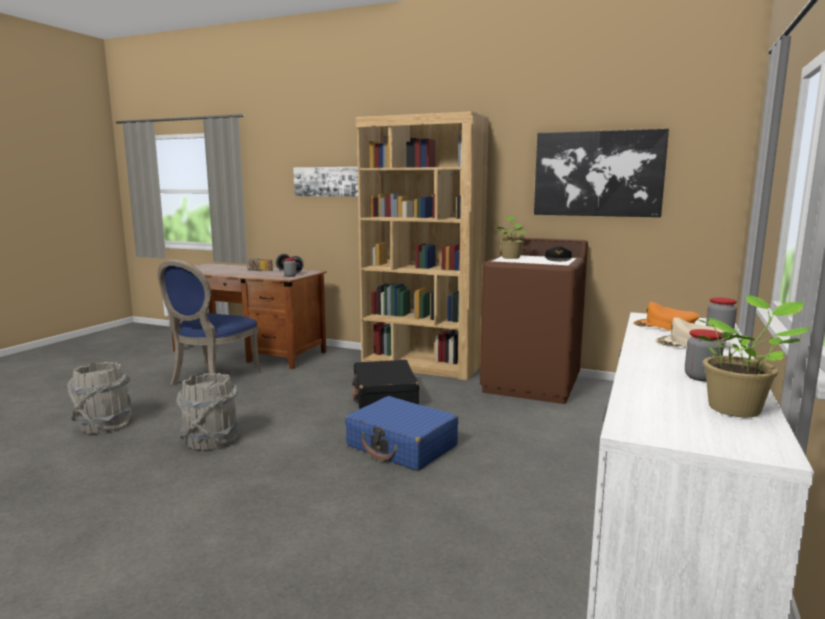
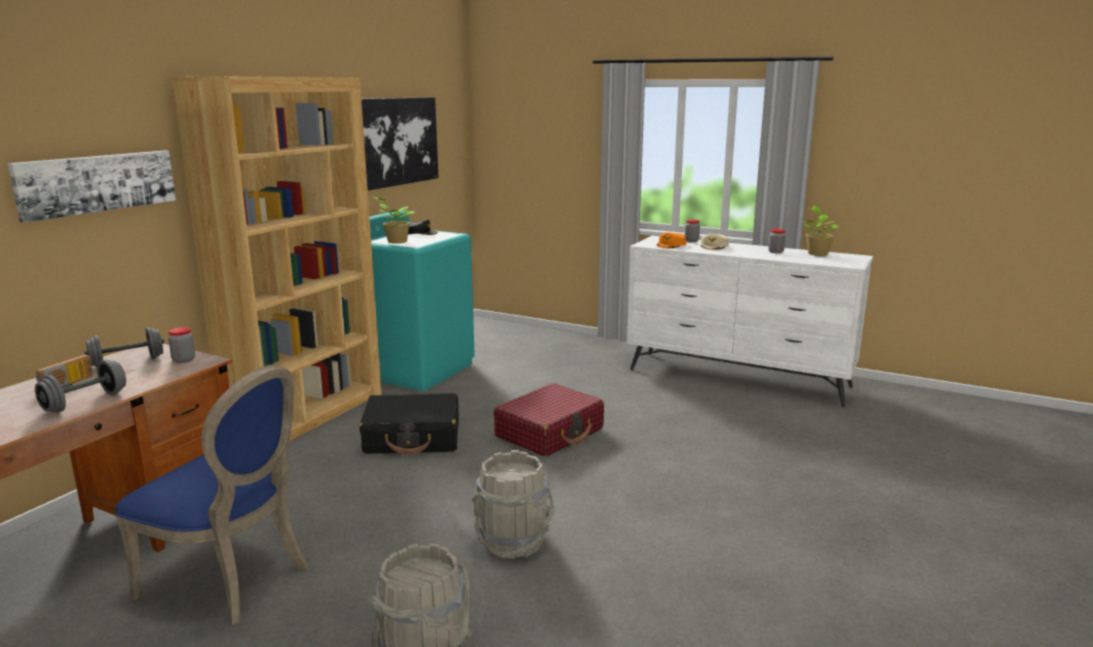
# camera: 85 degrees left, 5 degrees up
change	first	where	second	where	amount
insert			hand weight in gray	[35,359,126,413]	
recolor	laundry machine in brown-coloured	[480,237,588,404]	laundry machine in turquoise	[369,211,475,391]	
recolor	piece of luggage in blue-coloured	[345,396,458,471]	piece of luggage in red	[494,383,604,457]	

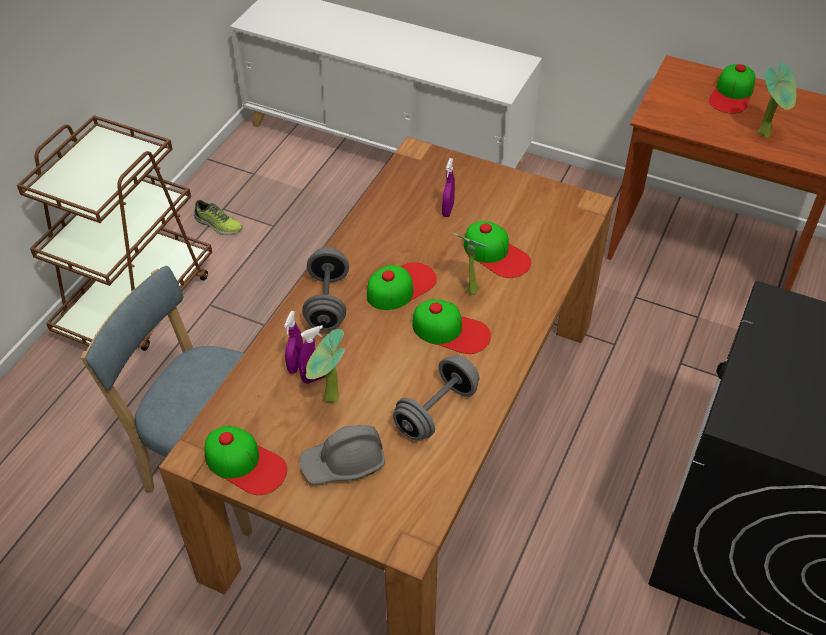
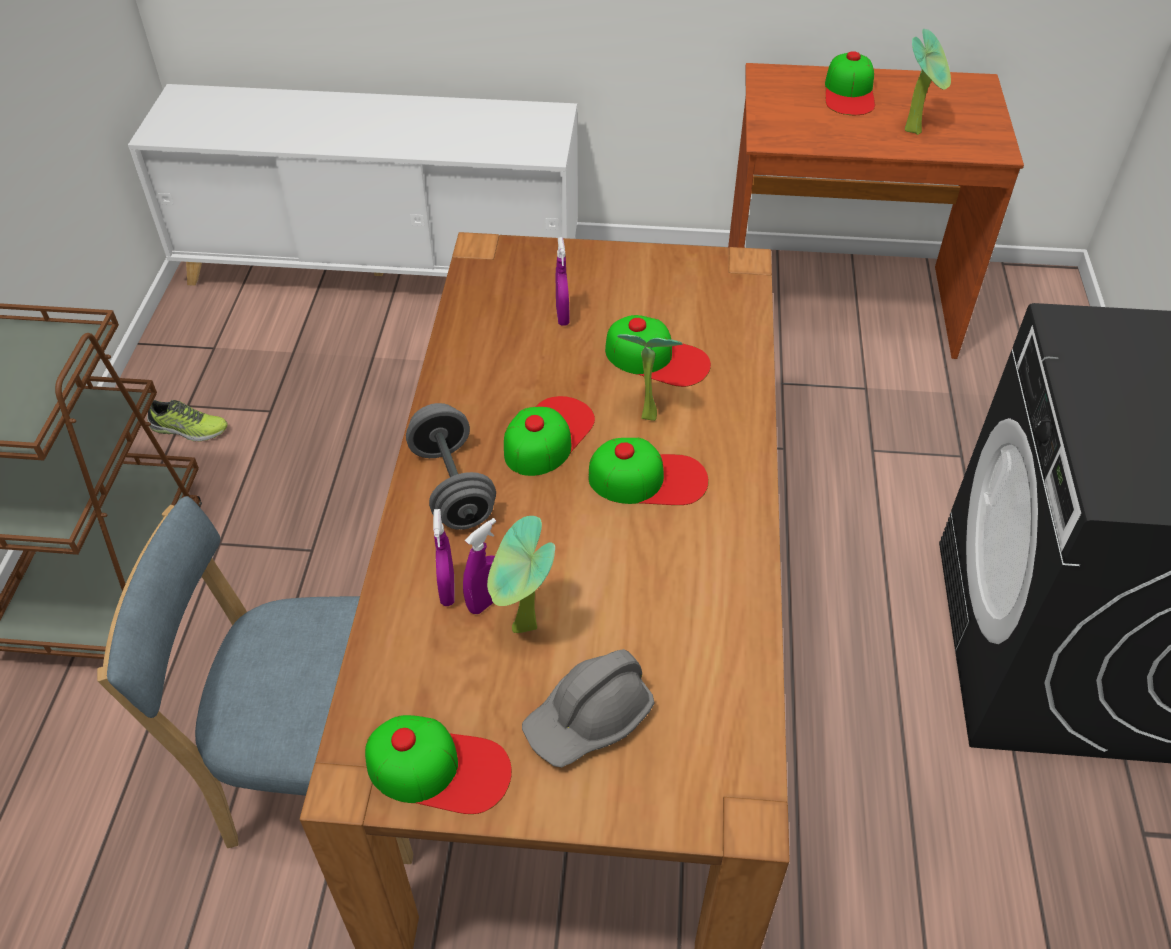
# camera: 20 degrees left, 0 degrees up
change	first	where	second	where	amount
delete	hand weight in gray	[393,355,479,441]			

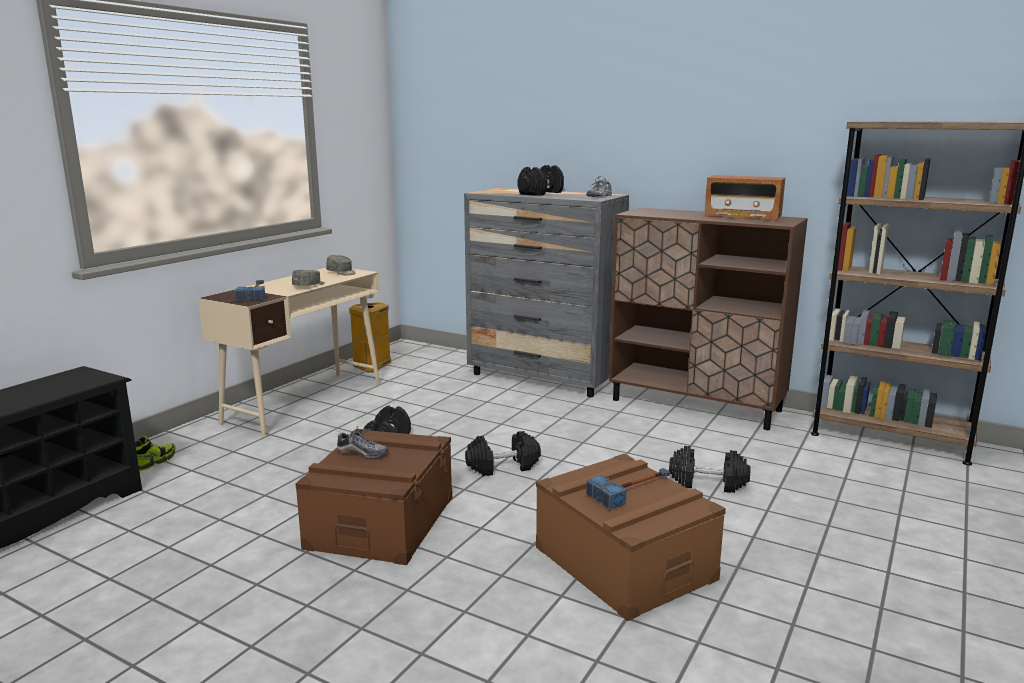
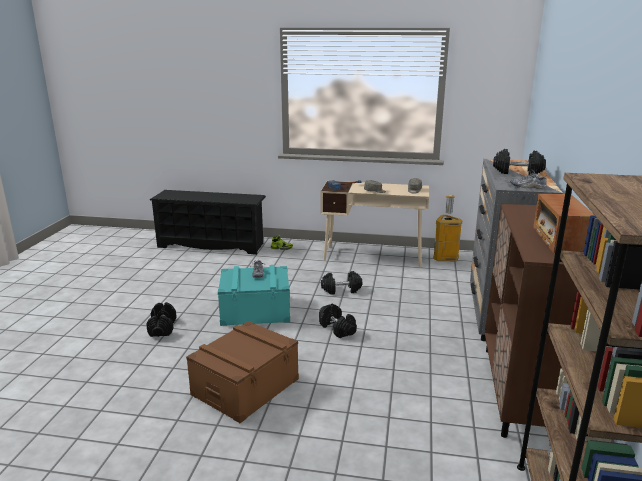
# camera: 70 degrees right, 5 degrees up
change	first	where	second	where	amount
move	hand weight in black-coloured	[669,446,750,493]		[146,302,177,337]	
recolor	storage bin in brown-coloured	[295,429,452,565]	storage bin in turquoise	[218,265,290,326]	
delete	hammer	[586,468,670,509]			

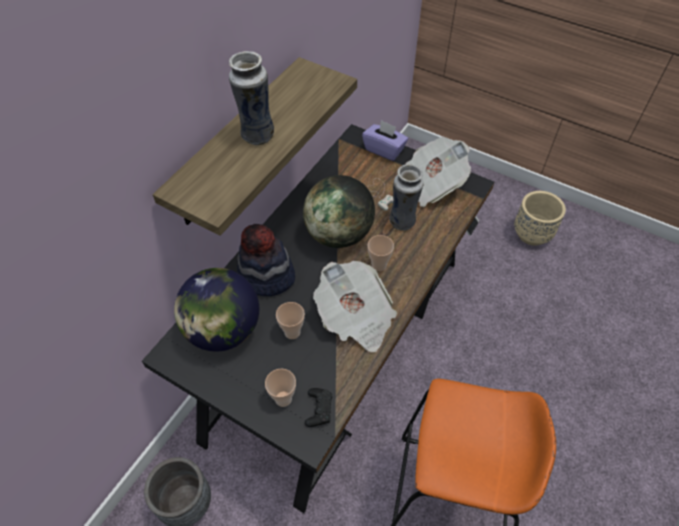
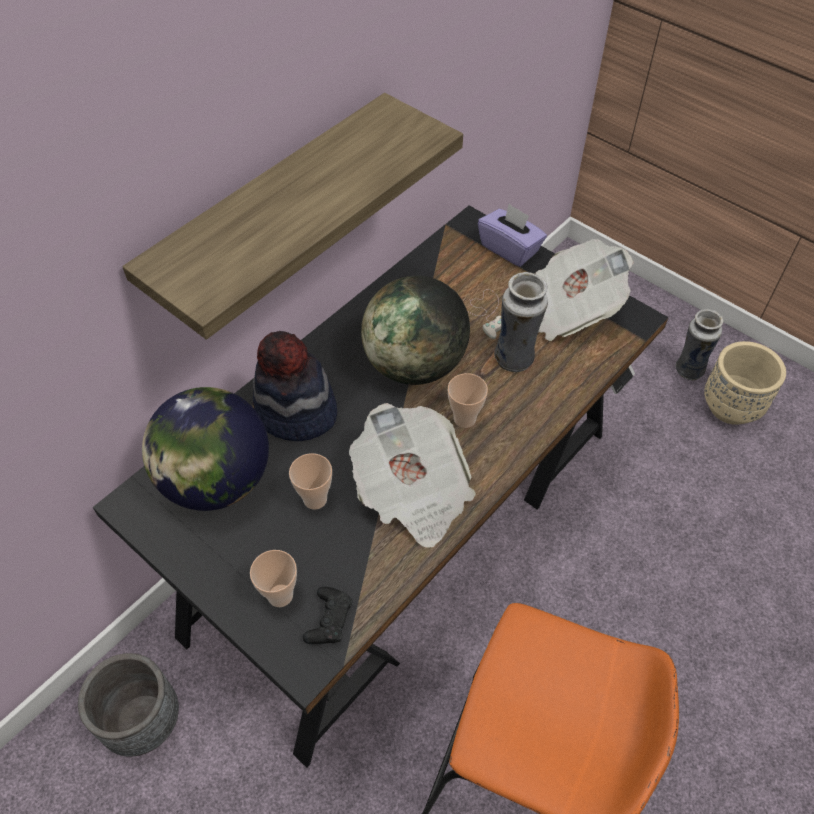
# camera: 10 degrees right, 0 degrees up
change	first	where	second	where	amount
move	decorative vase	[229,51,274,145]		[675,309,724,380]	

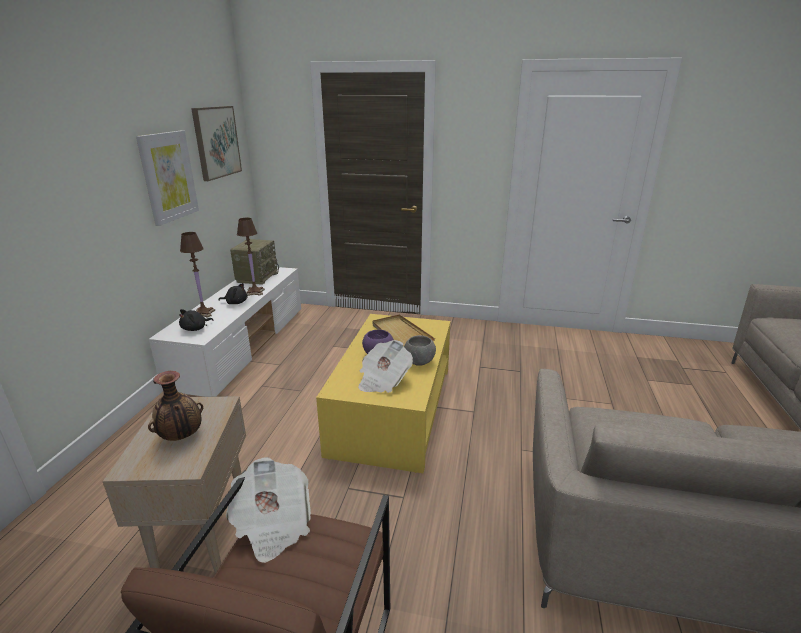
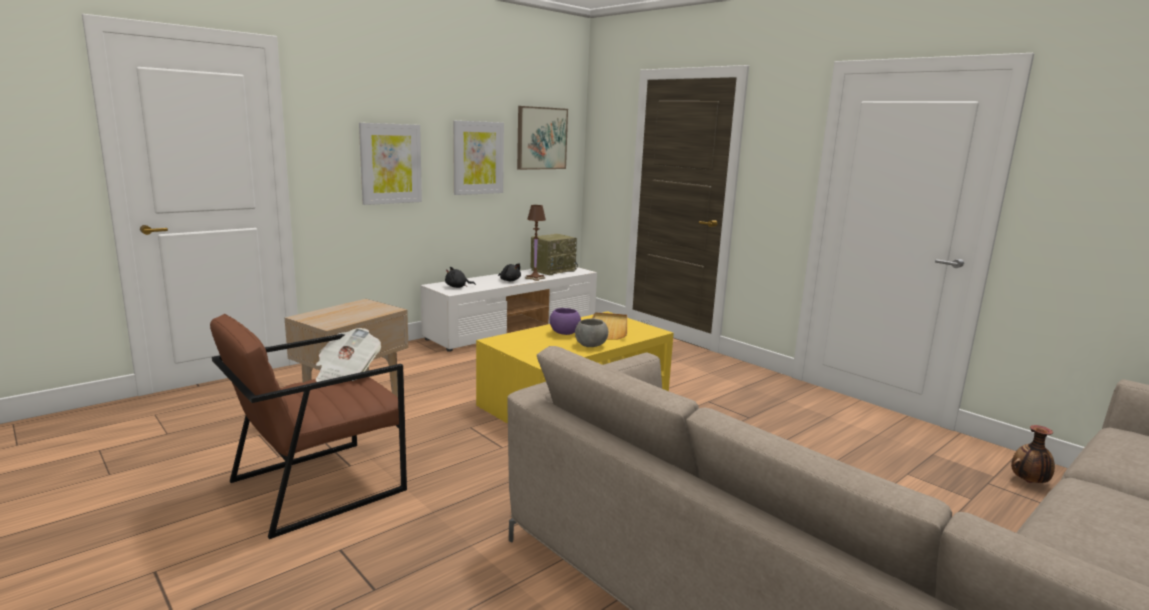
# camera: 35 degrees right, 10 degrees down
change	first	where	second	where	amount
insert			picture	[359,123,422,205]	
move	decorative vase	[148,371,203,441]		[1011,425,1055,483]	
delete	tabletop lamp in brown-coloured	[180,232,215,318]			
delete	newspaper	[358,340,413,393]			

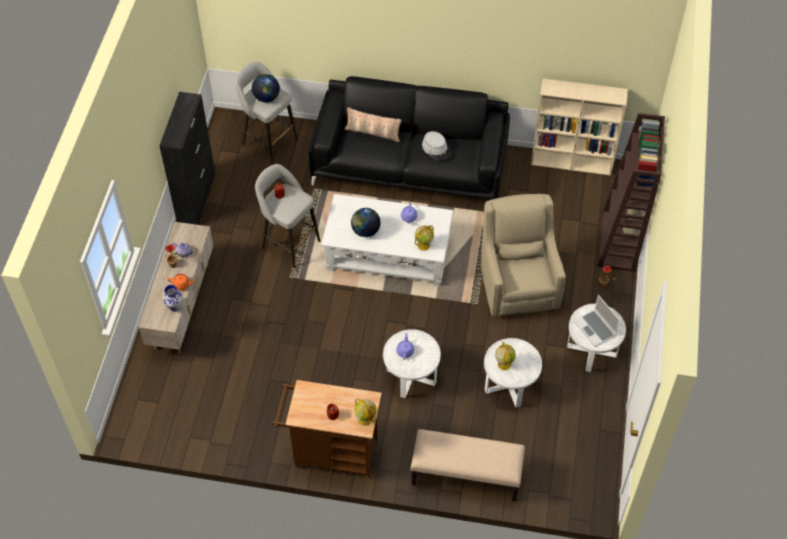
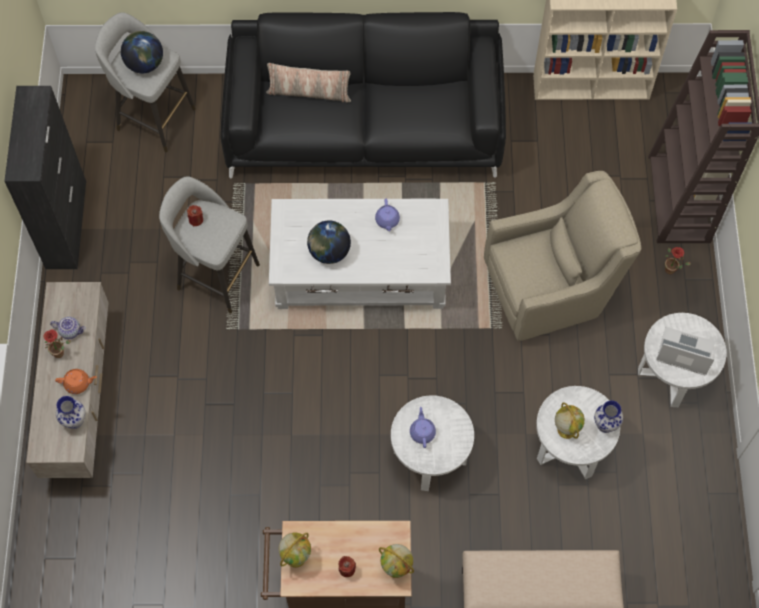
# camera: 10 degrees left, 10 degrees up
change	first	where	second	where	amount
move	world globe	[415,225,434,251]		[278,532,311,568]	
rotate	armchair in beige	[481,194,566,316]		[484,171,641,341]	90 degrees clockwise
insert			decorative vase	[594,400,623,433]	
rotate	portable computer	[574,295,620,347]		[656,327,715,376]	150 degrees clockwise
delete	wearable hat in gray	[422,131,452,160]			

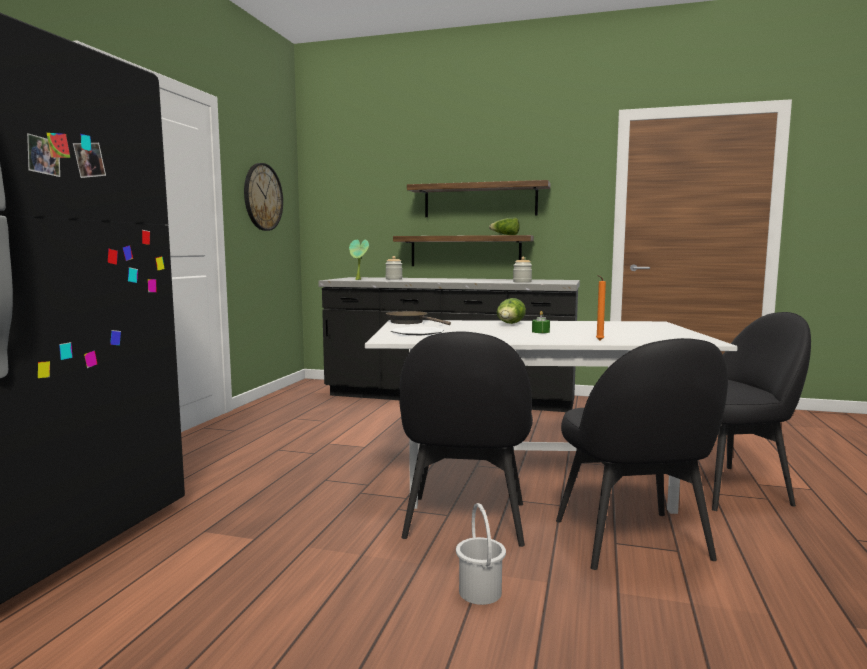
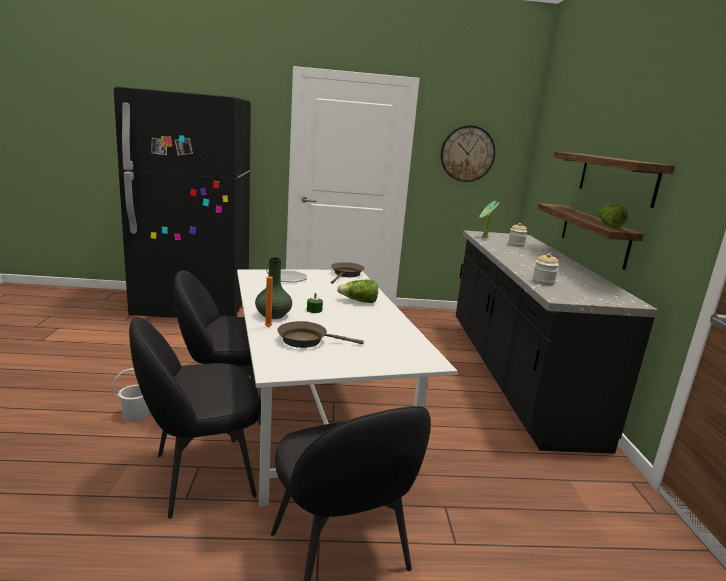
# camera: 70 degrees right, 10 degrees up
change	first	where	second	where	amount
insert			decorative vase in green	[255,257,292,319]	
insert			skillet in brown-coloured	[277,321,364,348]	

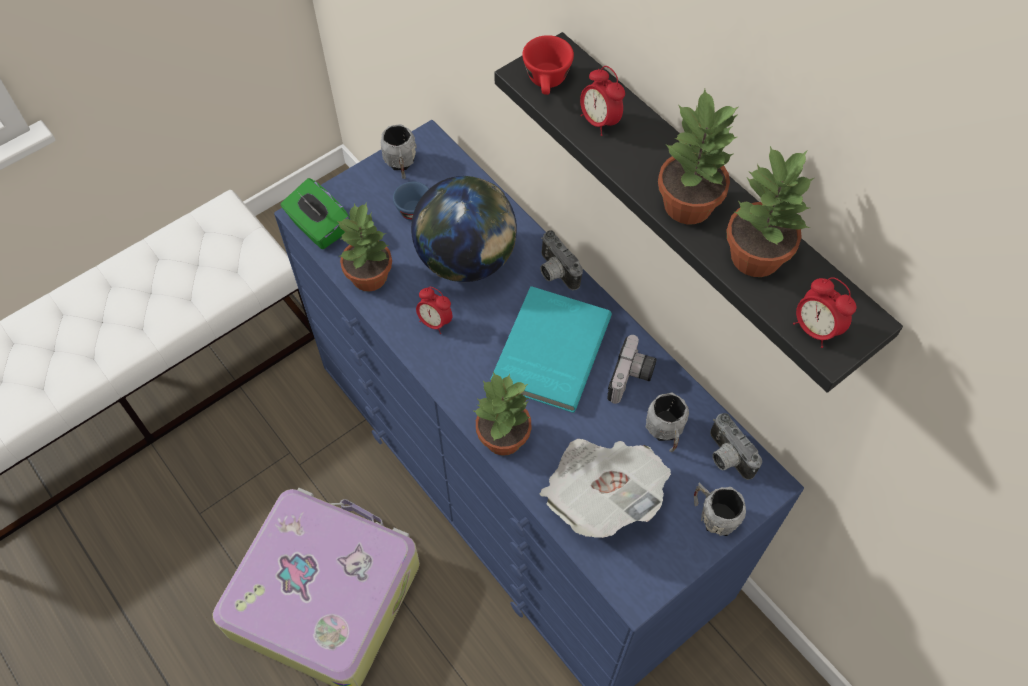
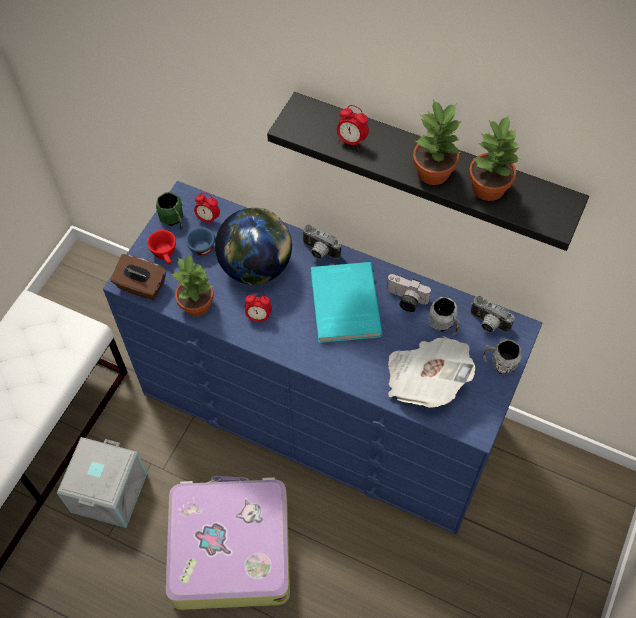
# camera: 25 degrees left, 0 degrees up
change	first	where	second	where	amount
insert			storage bin in gray	[57,437,147,528]	
recolor	tissue holder in green	[281,178,350,249]	tissue holder in brown-coloured	[111,254,166,300]	
move	small cup in red	[522,35,574,95]		[147,230,176,264]	
recolor	tea mug in gray	[381,124,416,179]	tea mug in green	[156,192,183,230]	
move	bedside clock	[793,277,856,348]		[194,192,220,226]	
rotate	still camera	[607,335,657,404]		[387,274,431,312]	120 degrees clockwise
delete	houseplant	[472,372,531,455]			

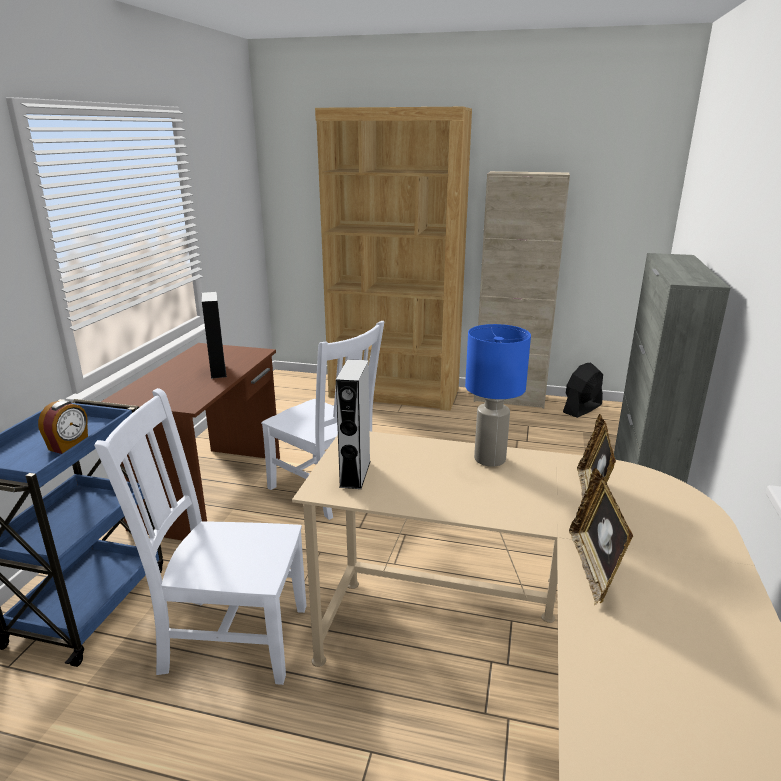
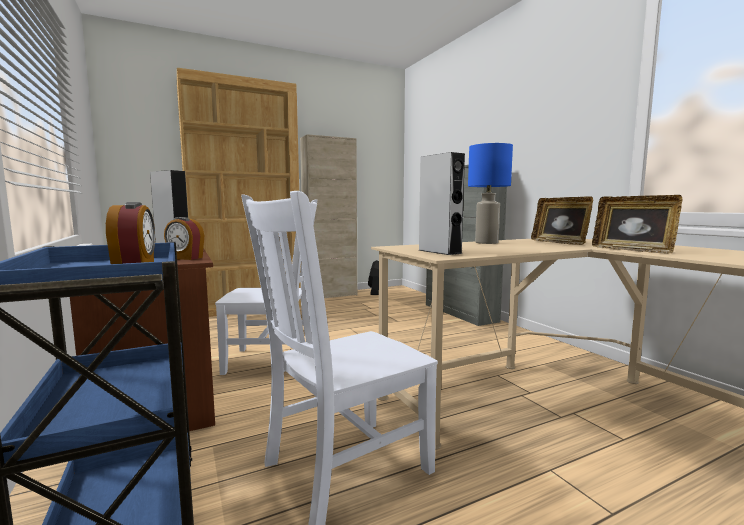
# camera: 40 degrees left, 15 degrees down
change	first	where	second	where	amount
insert			bedside clock	[164,217,204,260]	

